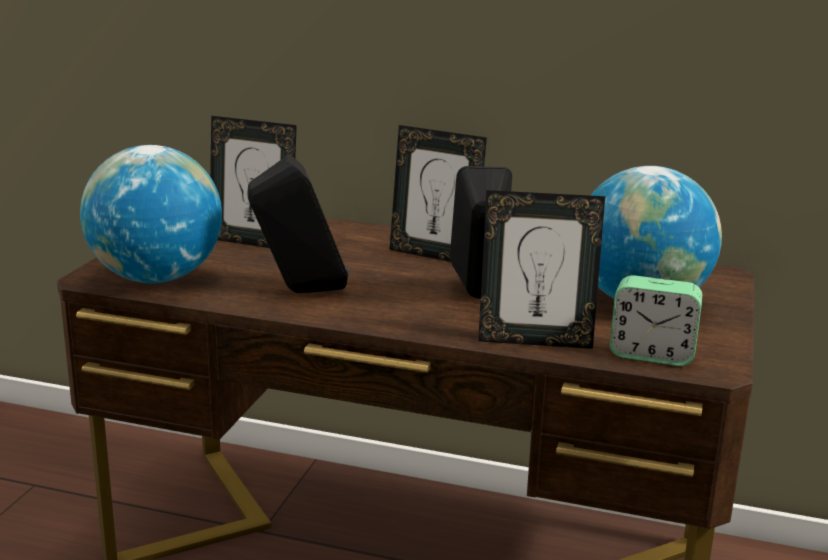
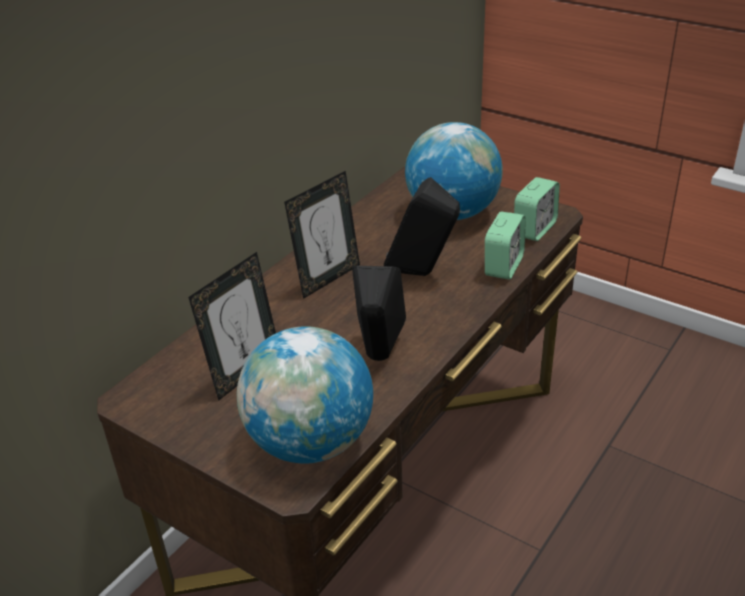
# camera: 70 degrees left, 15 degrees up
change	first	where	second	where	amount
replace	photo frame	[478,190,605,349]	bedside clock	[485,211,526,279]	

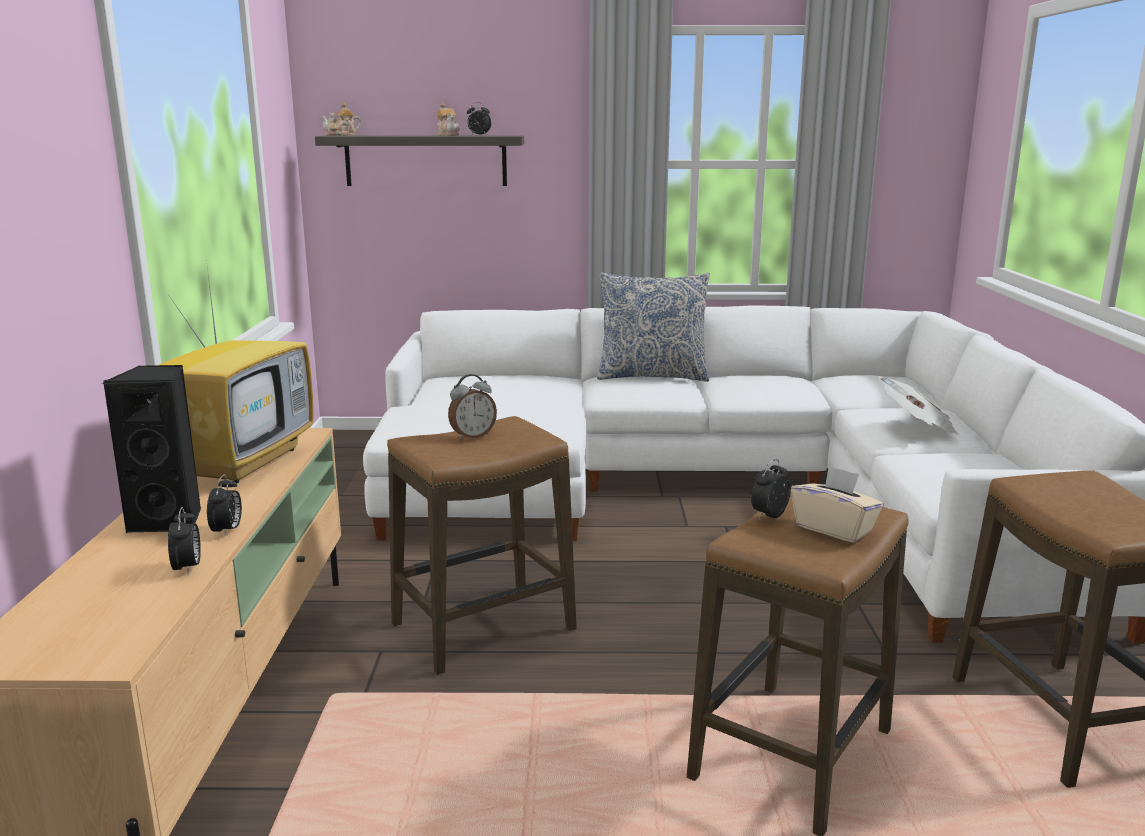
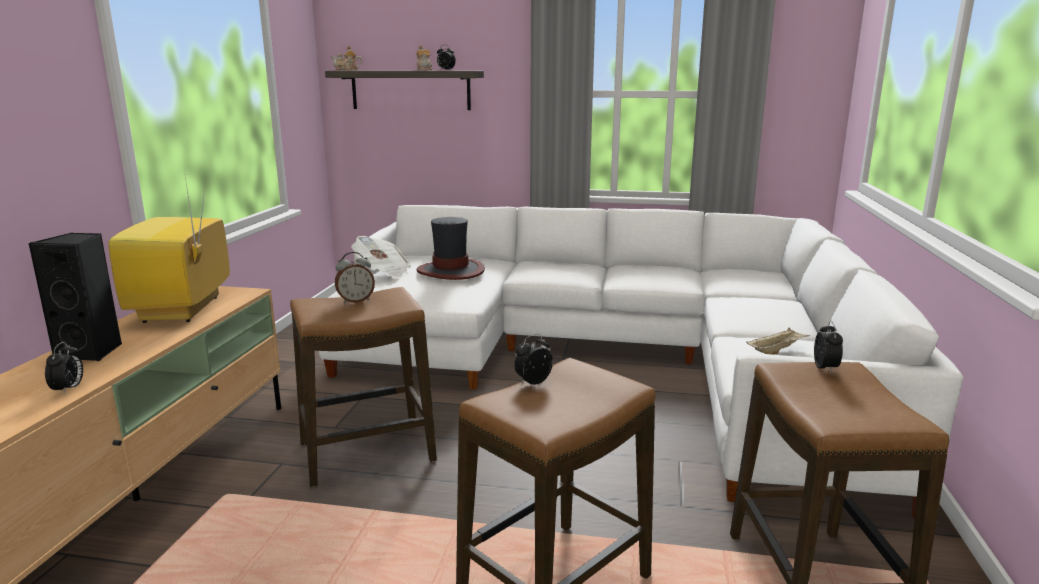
# camera: 10 degrees right, 0 degrees up
change	first	where	second	where	amount
rotate	television	[159,267,314,483]		[108,171,230,323]	150 degrees clockwise
move	newspaper	[878,376,959,435]		[351,236,411,278]	
insert			wearable hat	[417,217,485,280]	
insert			serving tray in beige	[746,327,810,355]	
move	bedside clock	[207,474,242,537]		[814,321,843,374]	
delete	pillow	[597,273,710,382]			
delete	tissue holder in beige	[791,465,883,543]			

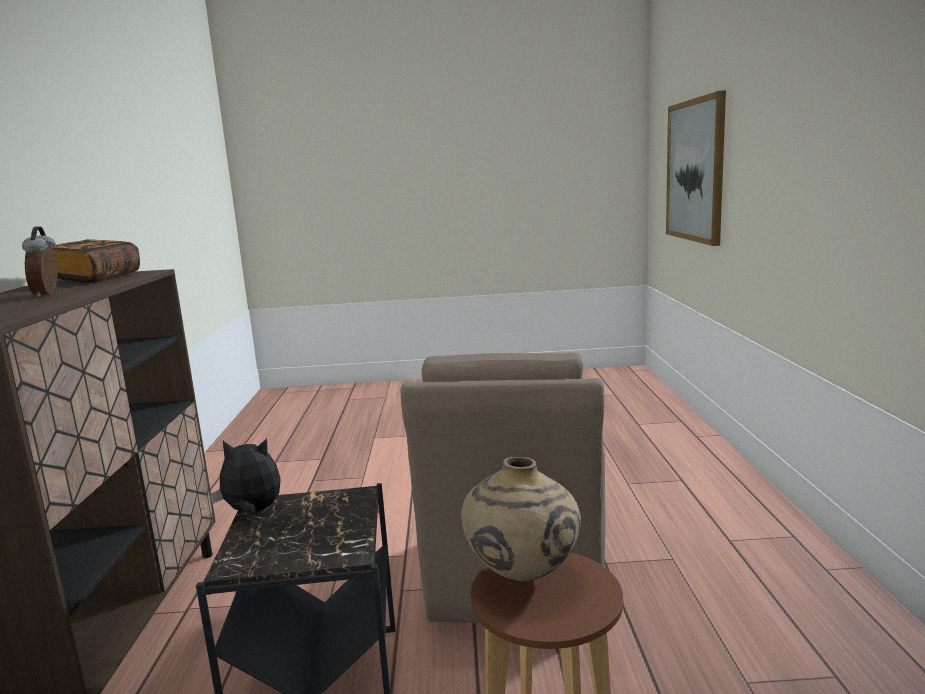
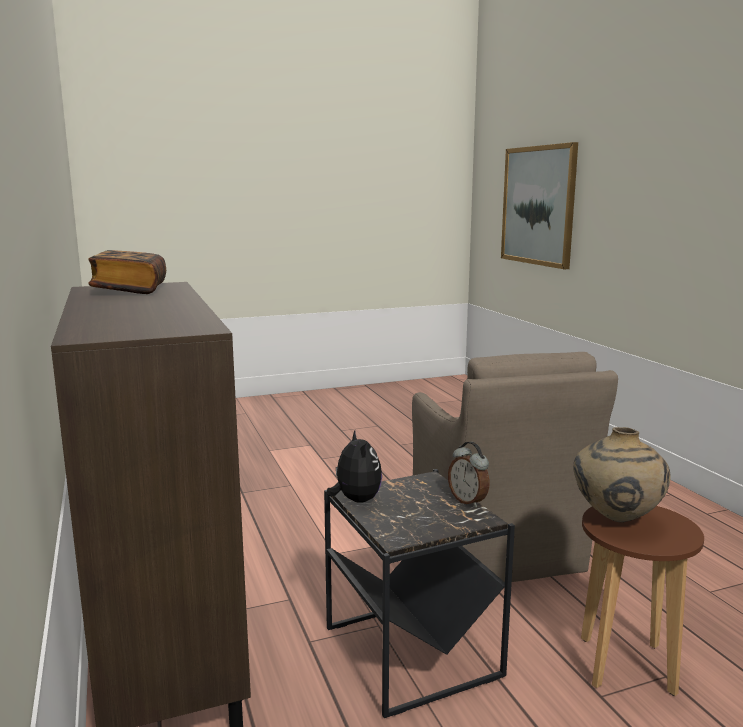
# camera: 20 degrees left, 0 degrees up
change	first	where	second	where	amount
rotate	soft toy	[210,439,281,515]		[327,430,382,503]	90 degrees clockwise
move	bedside clock	[22,226,58,297]		[448,442,489,508]	

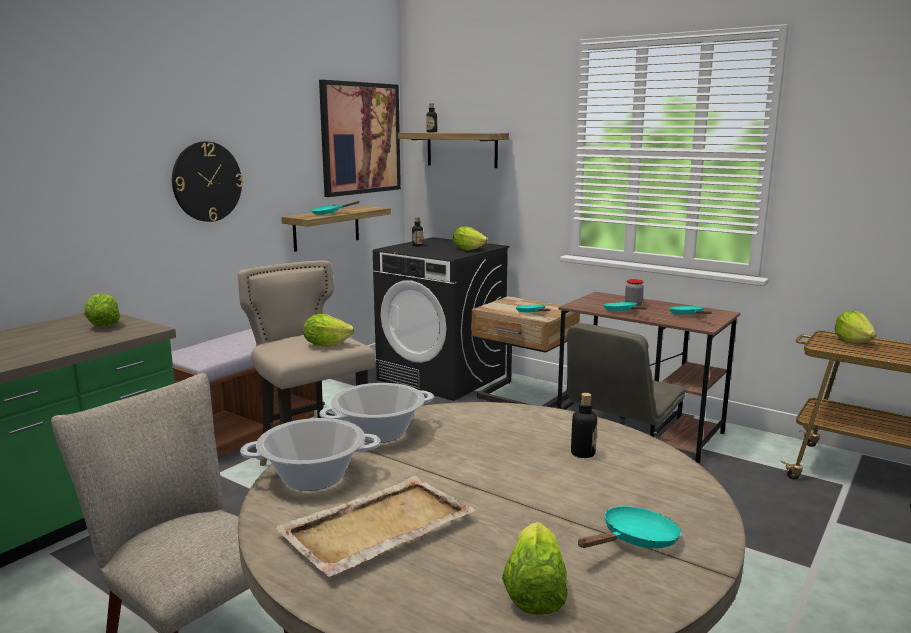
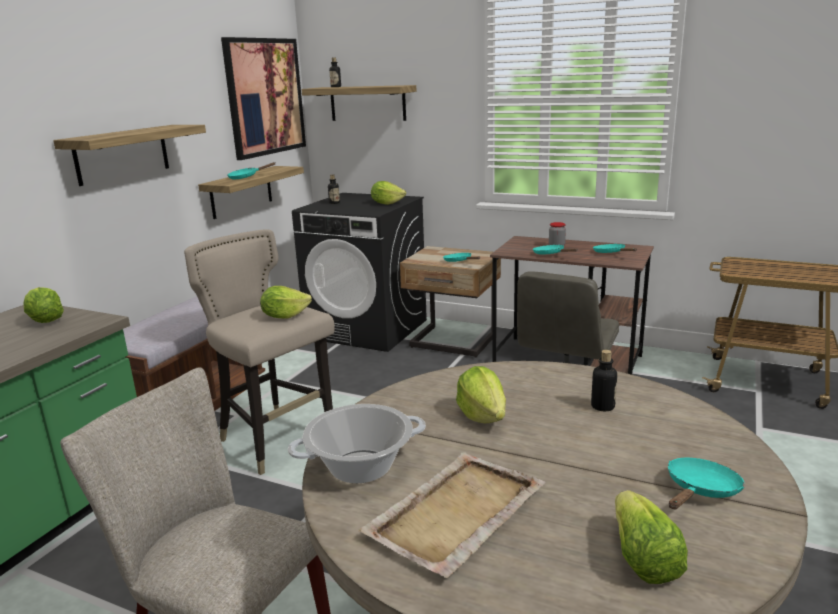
# camera: 10 degrees left, 5 degrees up
change	first	where	second	where	amount
replace	hanging clock	[172,142,243,222]	bracket shelf	[53,125,206,186]	
move	lettuce	[835,310,876,343]		[456,366,506,423]	
delete	saucepot	[320,383,434,443]			

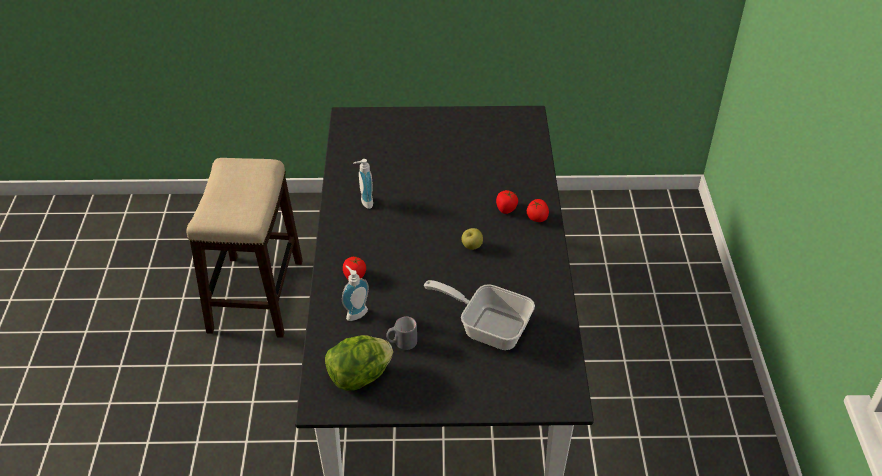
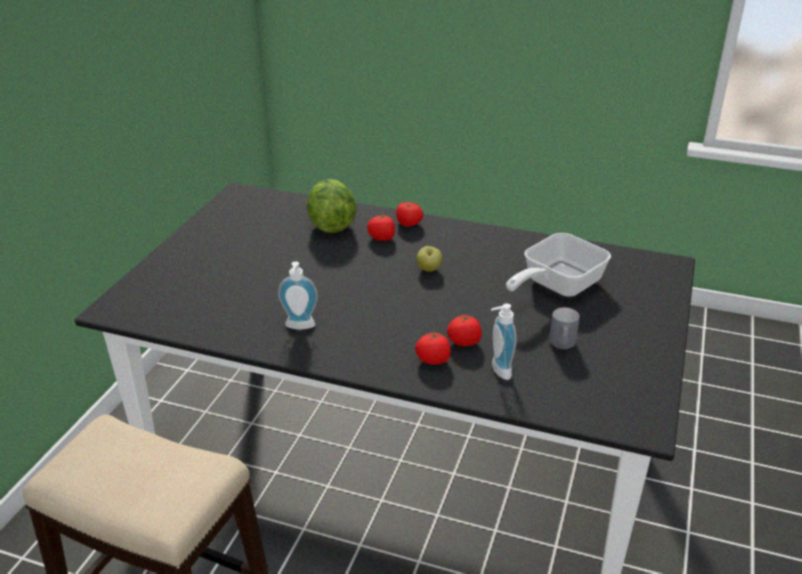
# camera: 70 degrees left, 10 degrees down
change	first	where	second	where	amount
move	lettuce	[325,335,393,391]		[306,179,357,233]	
insert			fresh tomato	[447,314,482,346]	

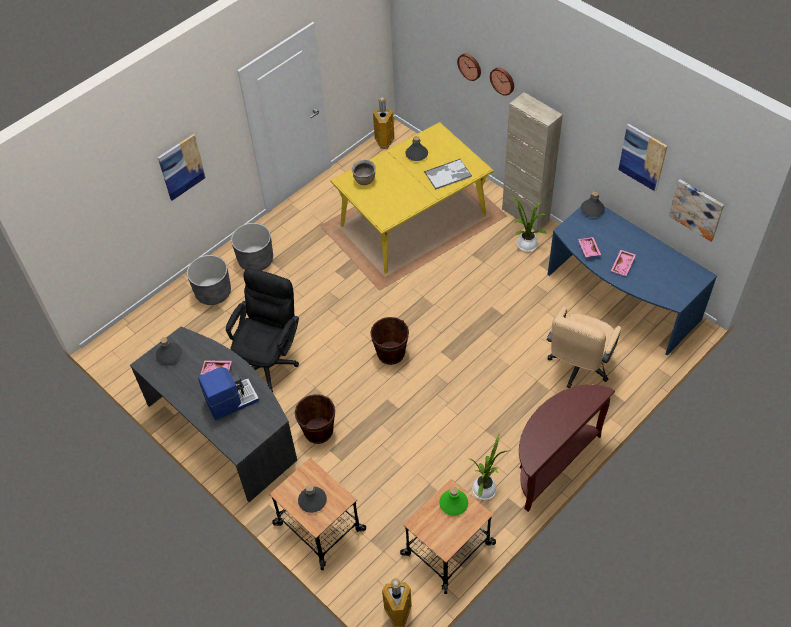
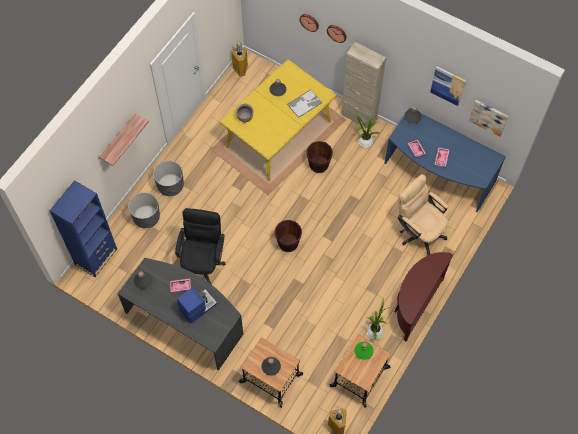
# camera: 15 degrees left, 10 degrees up
change	first	where	second	where	amount
insert			bookshelf in blue-coloured	[50,180,117,277]	
replace	picture	[158,134,206,201]	bracket shelf	[99,113,149,166]	
move	pail in brown-coloured	[295,394,335,444]		[307,141,333,173]	
rotate	desk chair in beige	[547,306,621,388]		[398,174,448,256]	120 degrees clockwise

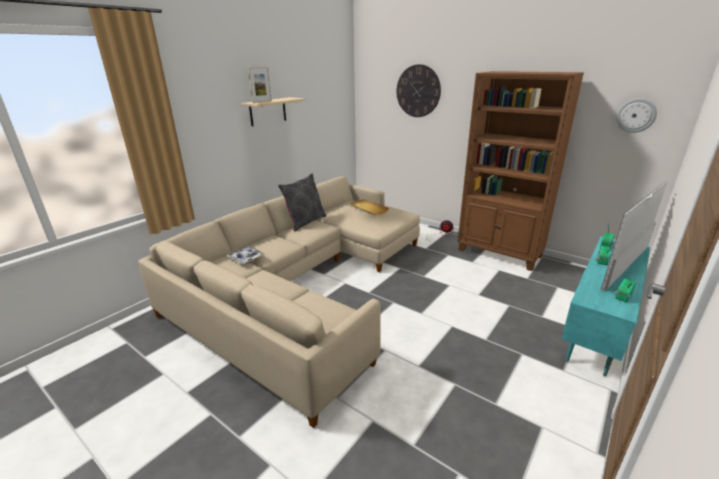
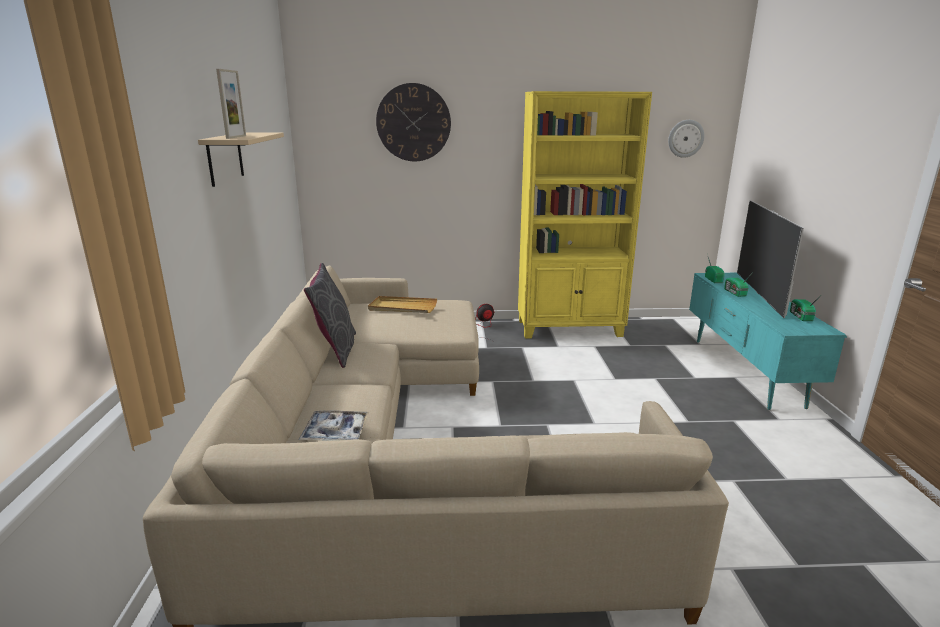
# camera: 40 degrees left, 5 degrees down
change	first	where	second	where	amount
recolor	bookshelf in brown-coloured	[458,71,584,271]	bookshelf in yellow	[518,91,652,339]	

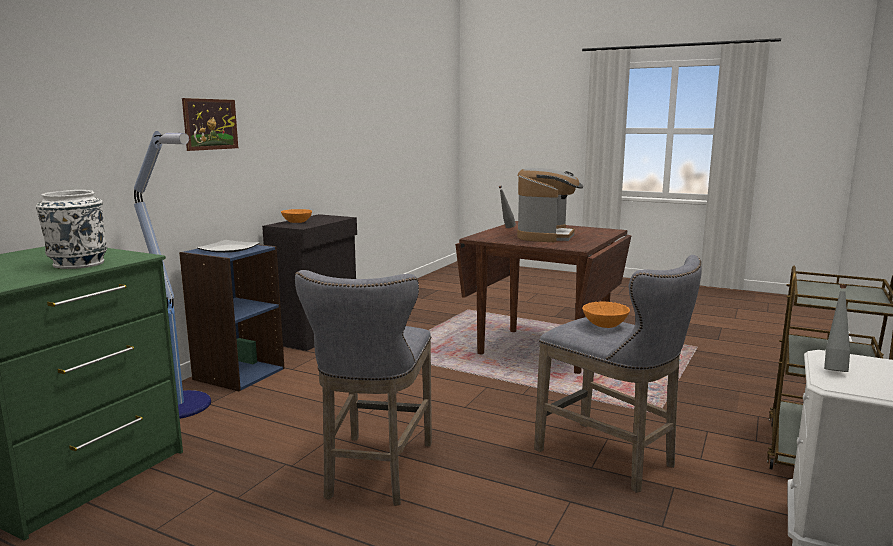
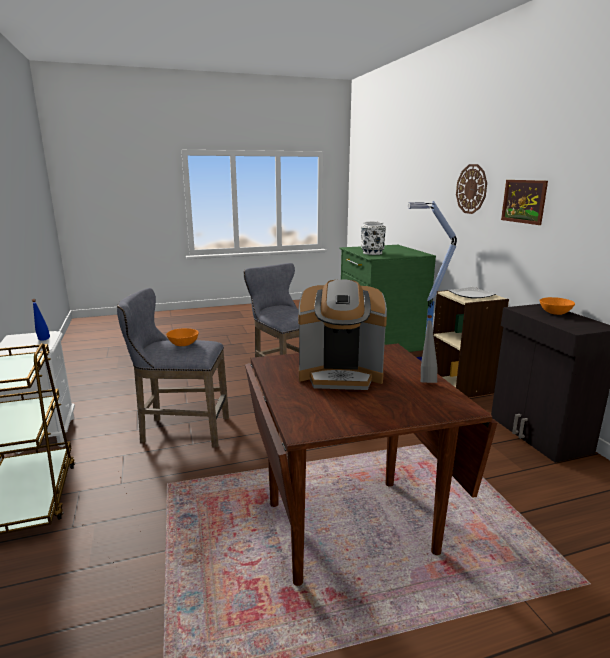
# camera: 135 degrees right, 5 degrees up
change	first	where	second	where	amount
recolor	drink bottle in gray	[824,284,850,372]	drink bottle in blue-coloured	[32,299,50,341]	
rotate	coffee maker	[517,168,583,242]		[298,279,387,390]	60 degrees counterclockwise
recolor	bookshelf in blue-coloured	[179,244,285,391]	bookshelf in beige	[433,290,509,397]	
insert			hanging clock	[456,164,487,214]	

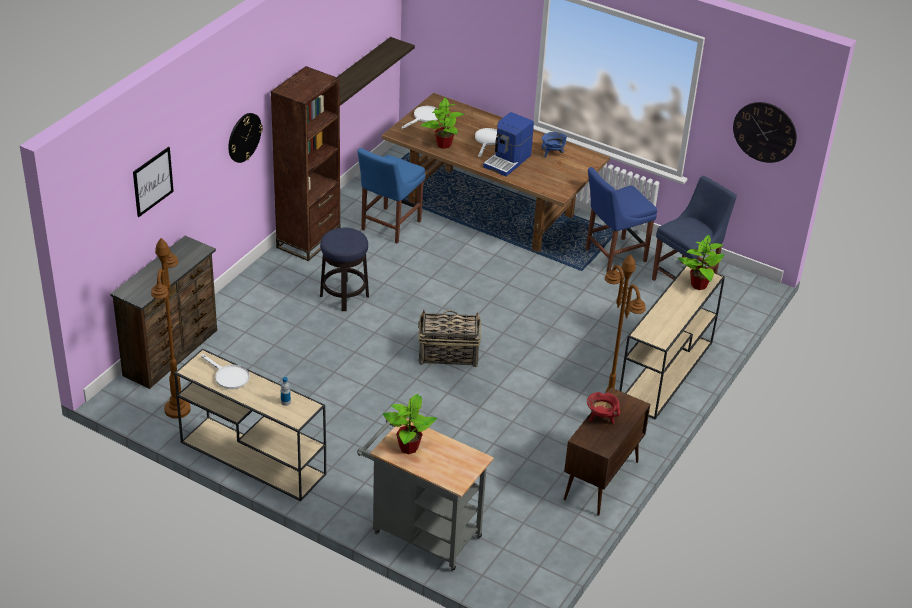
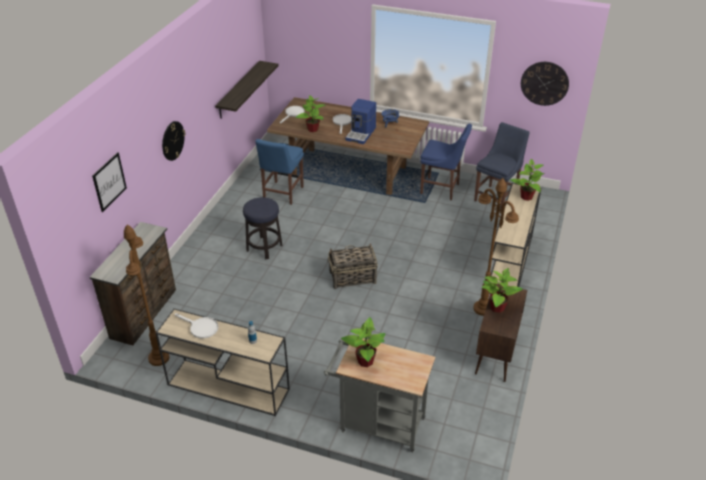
# camera: 10 degrees left, 0 degrees up
change	first	where	second	where	amount
rotate	chair in blue-coloured	[585,167,657,272]		[420,124,472,200]	120 degrees counterclockwise
replace	saucepot in red	[587,392,620,424]	houseplant	[482,268,523,313]	
delete	bookshelf in brown-coloured	[271,66,341,261]			

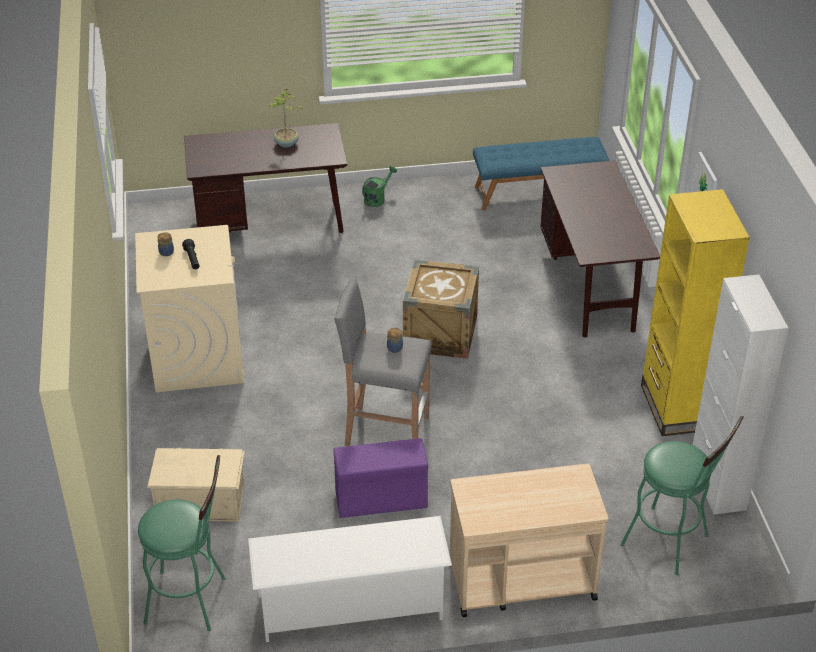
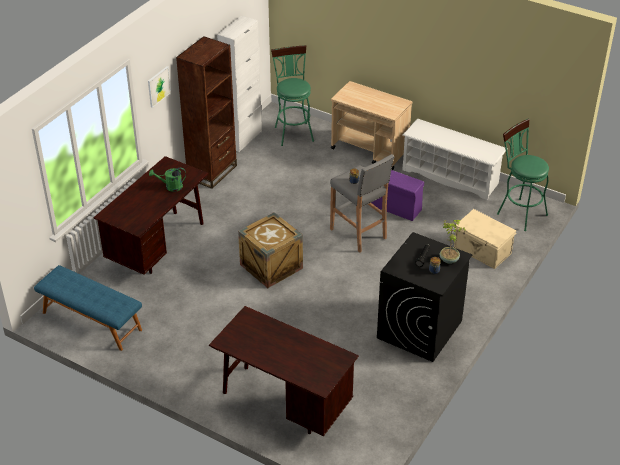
# camera: 140 degrees left, 0 degrees up
change	first	where	second	where	amount
move	watering can in green	[362,166,397,207]		[149,168,186,192]	
recolor	bookshelf in yellow	[641,189,750,436]	bookshelf in brown-coloured	[176,36,237,189]	
recolor	laundry machine in beige	[135,225,244,392]	laundry machine in black-coloured	[377,232,473,362]	
move	houseplant	[269,88,303,148]		[440,220,466,264]	

